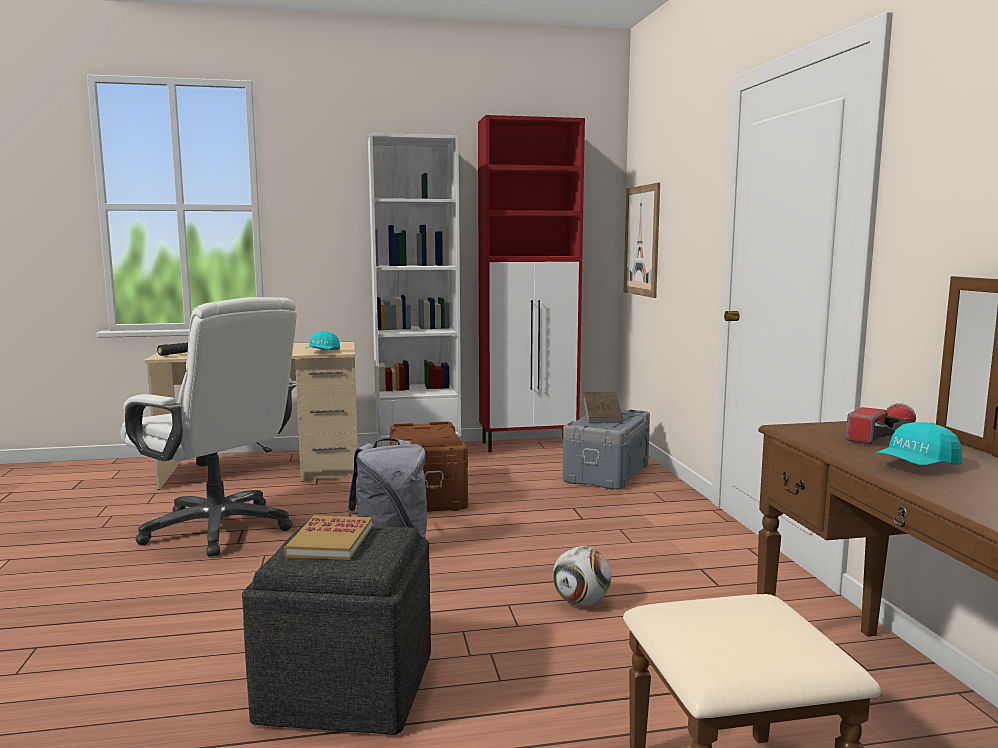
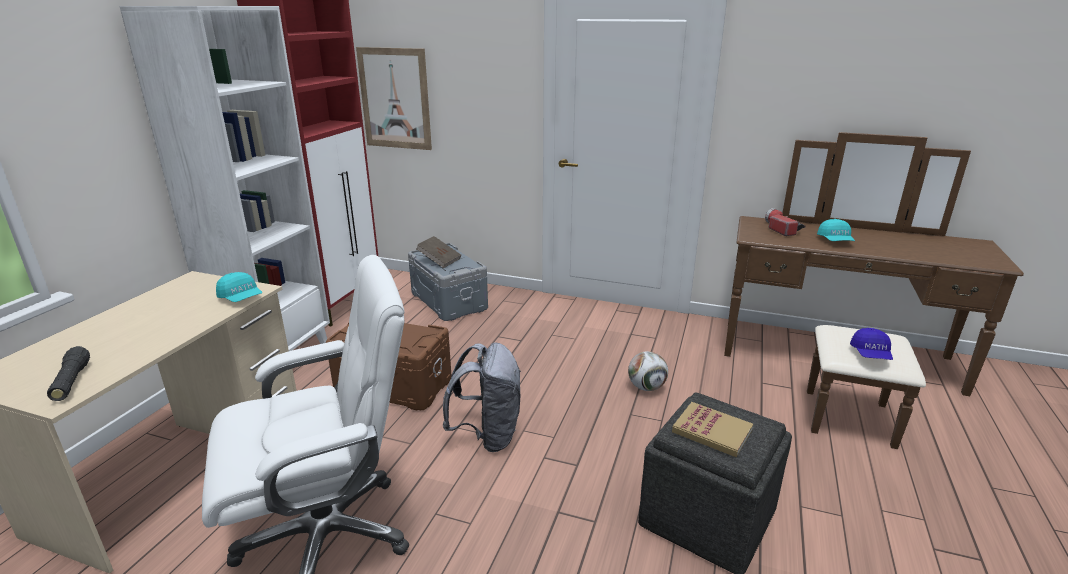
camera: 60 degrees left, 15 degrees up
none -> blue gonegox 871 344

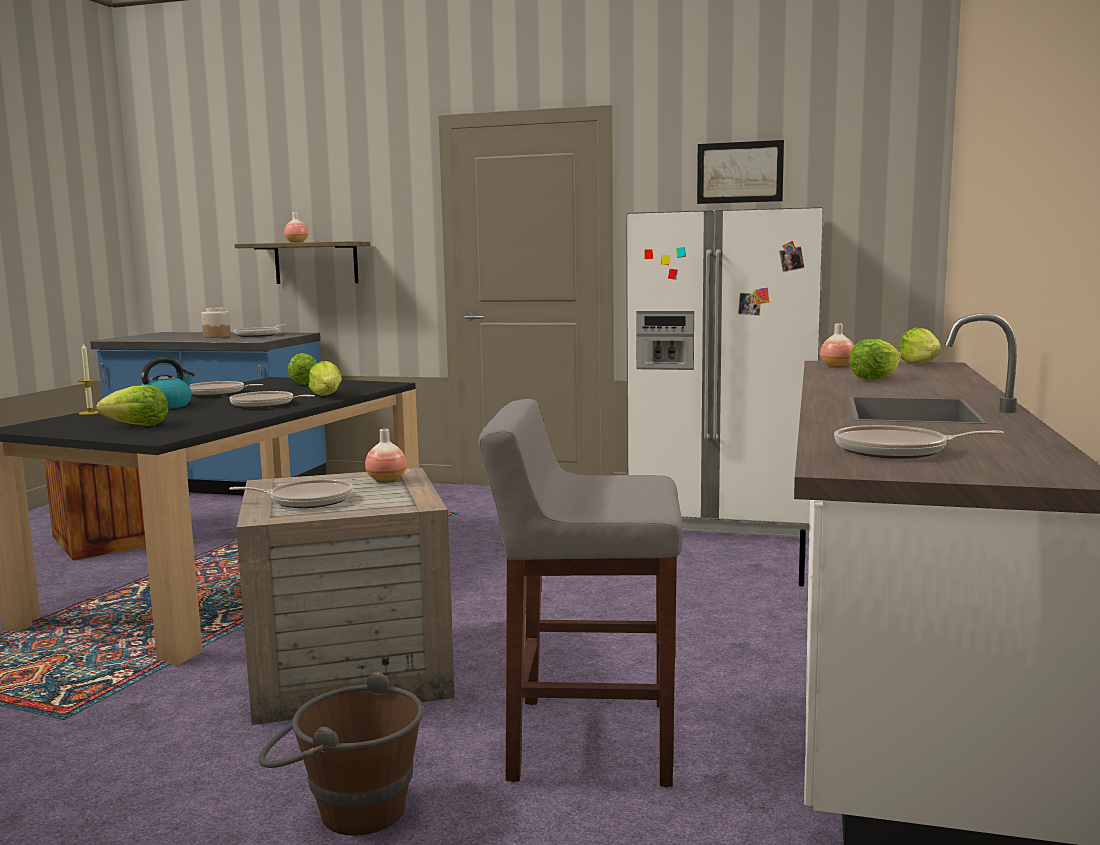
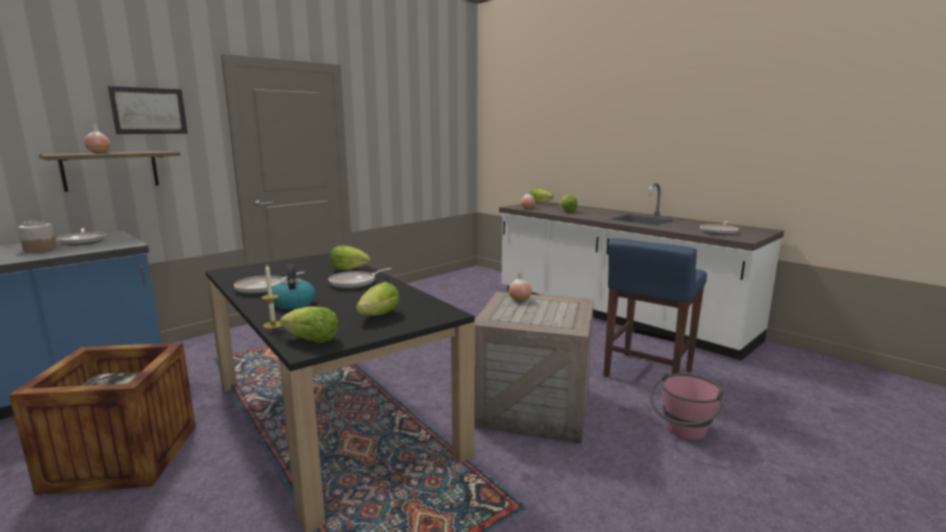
camera: 60 degrees left, 5 degrees up
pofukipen 291 493 -> none
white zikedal 725 372 -> none
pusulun 302 369 -> pusulun 309 324, shifted
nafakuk 740 172 -> nafakuk 148 110, shifted
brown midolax 341 754 -> pink midolax 687 405
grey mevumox 580 593 -> blue mevumox 655 307

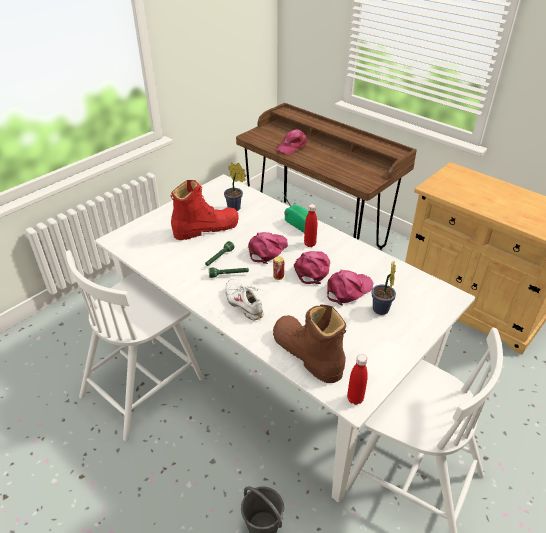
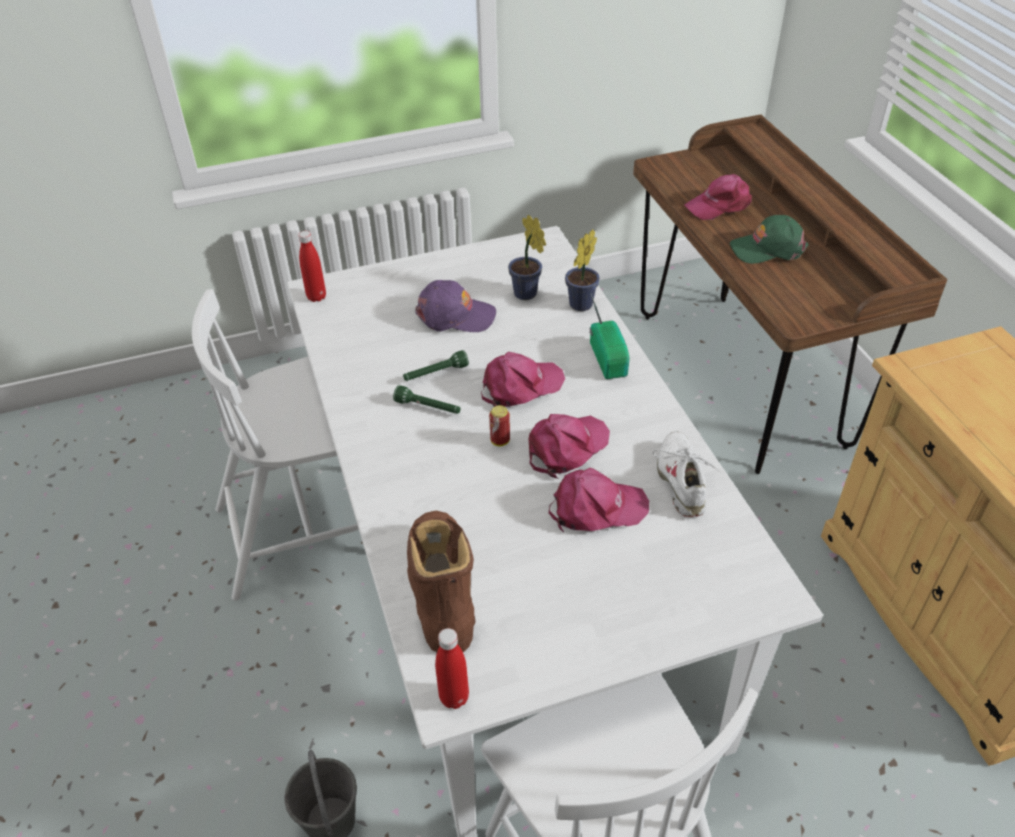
camera: 30 degrees right, 5 degrees up
none -> green gonegox 769 239
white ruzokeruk 245 299 -> white ruzokeruk 689 474, shifted
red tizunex 310 225 -> red tizunex 312 266, shifted
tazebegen 384 288 -> tazebegen 582 270, shifted
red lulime 205 210 -> purple gonegox 455 306

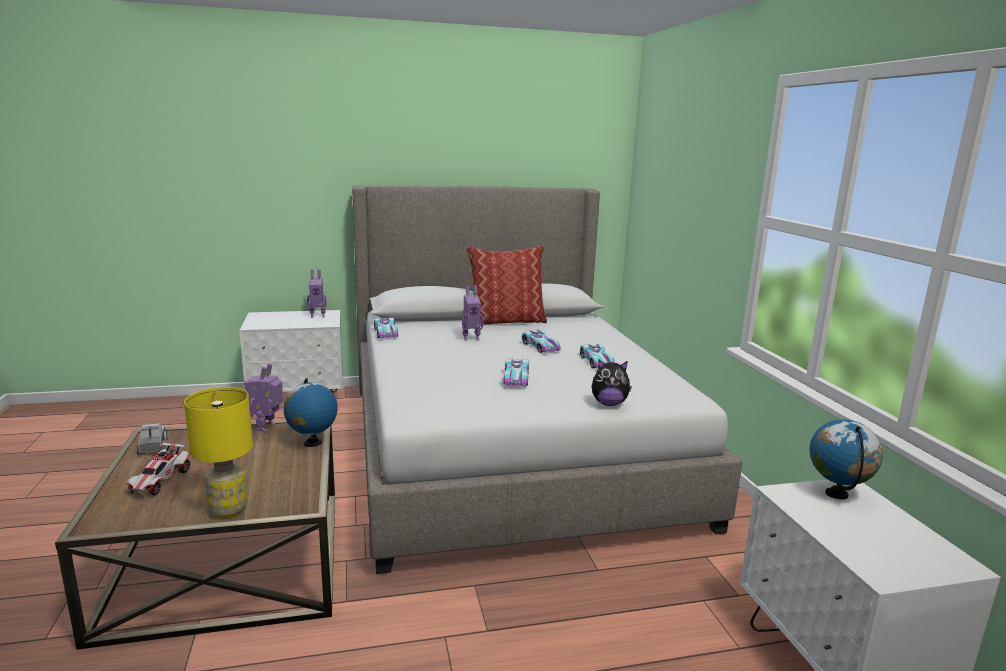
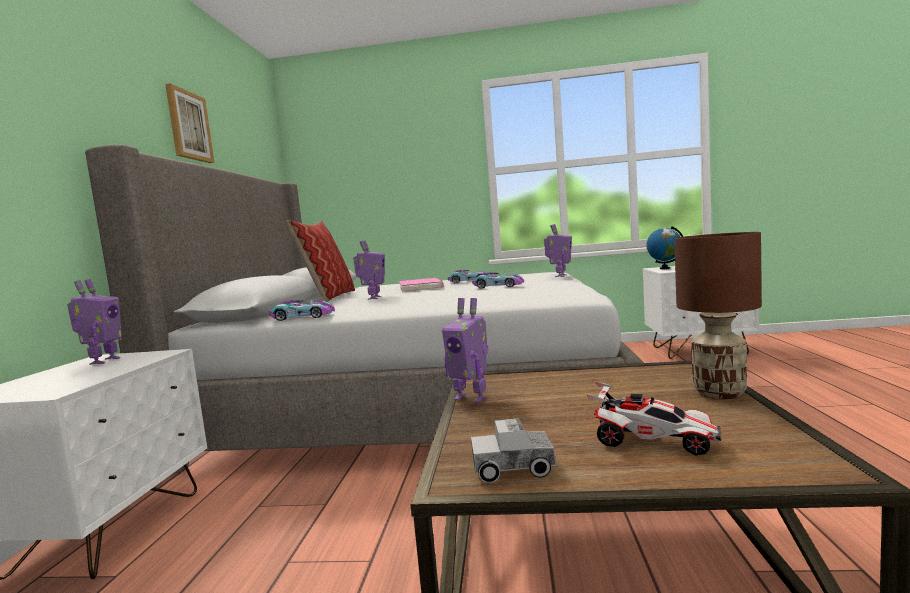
camera: 70 degrees left, 10 degrees down
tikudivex 311 412 -> none
none -> nafakuk 189 123
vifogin 541 341 -> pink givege 421 285
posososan 612 383 -> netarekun 558 250
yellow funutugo 218 452 -> brown funutugo 718 315

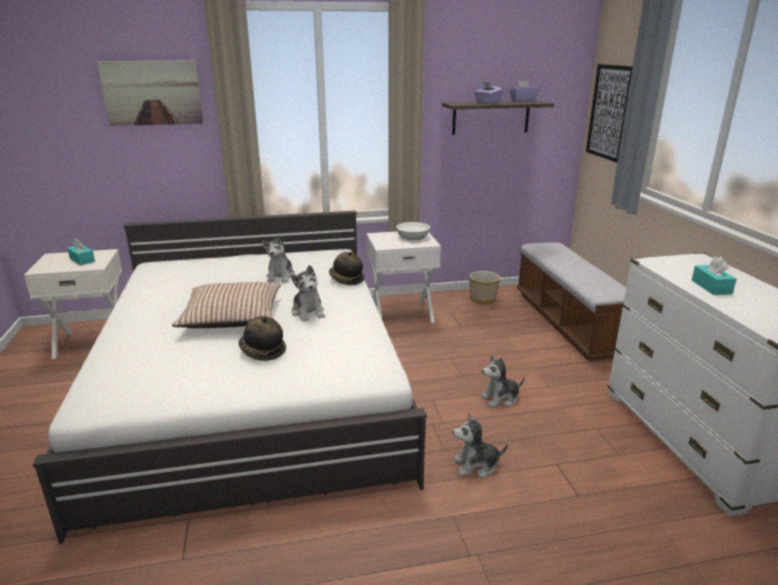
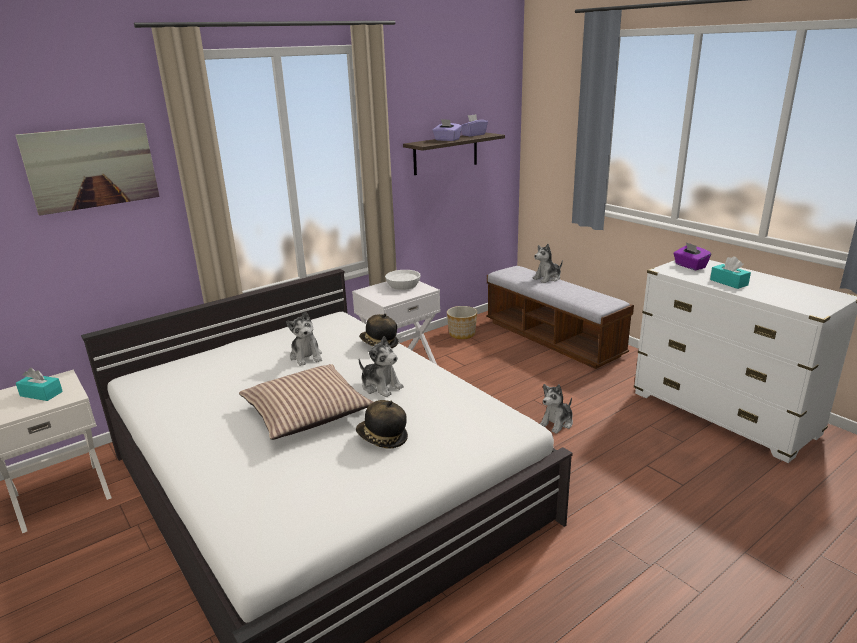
camera: 25 degrees left, 0 degrees up
nafakuk 609 113 -> none
none -> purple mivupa 692 256
posososan 480 445 -> posososan 548 263, shifted

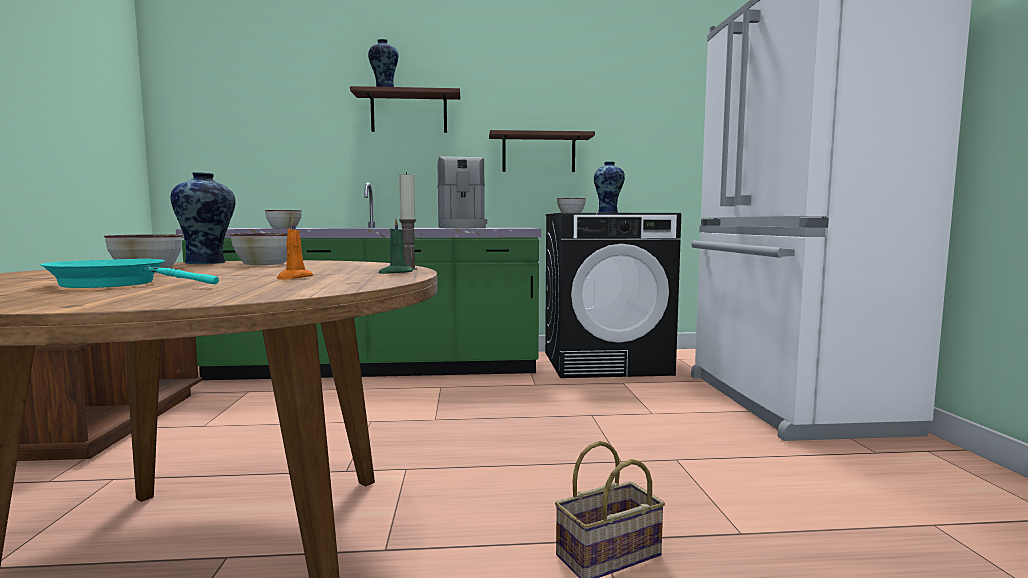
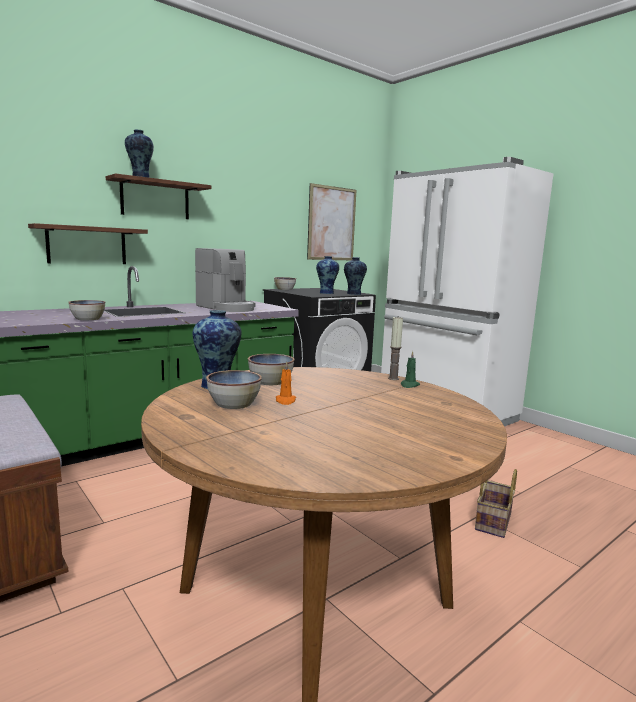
camera: 35 degrees left, 5 degrees up
turquoise pofukipen 130 273 -> none
none -> nafakuk 331 221
none -> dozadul 355 276
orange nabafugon 294 248 -> orange nabafugon 286 383, shifted
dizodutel 542 151 -> dizodutel 88 243, shifted

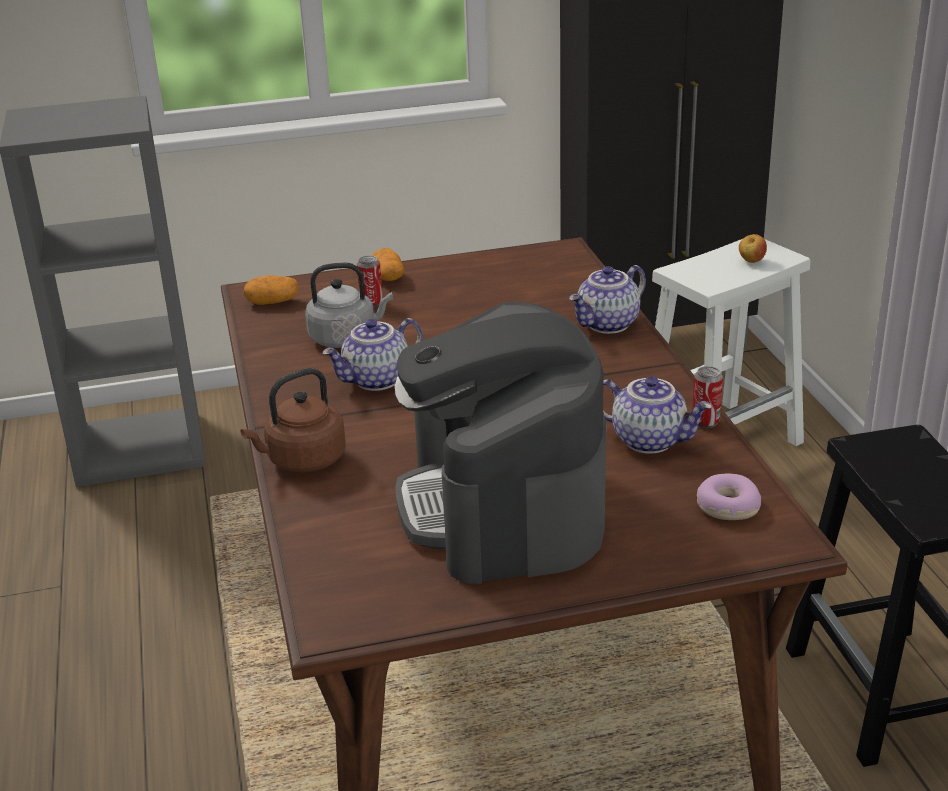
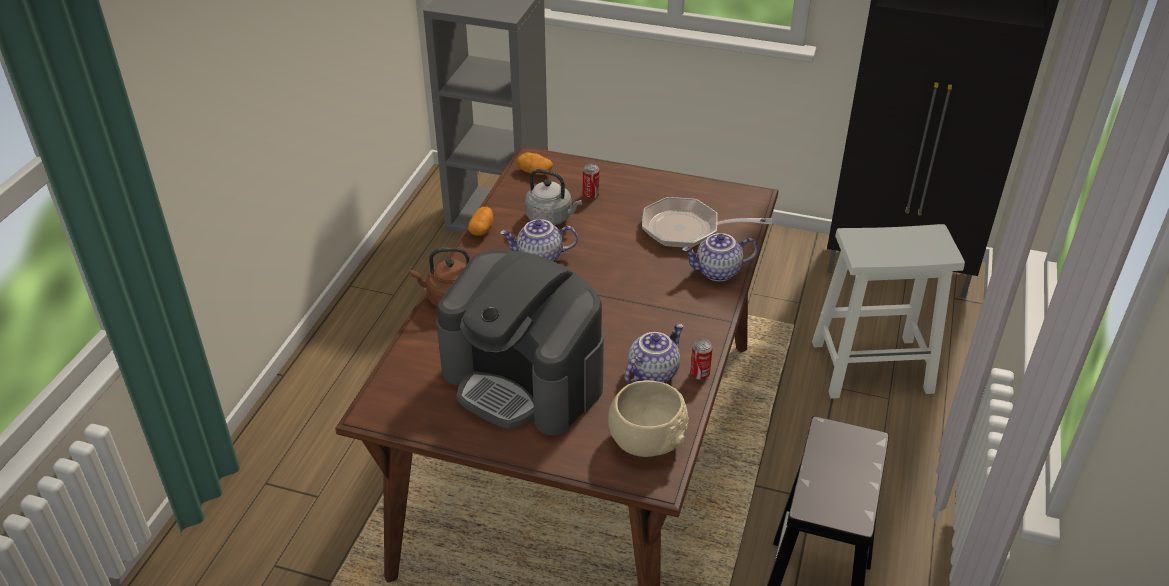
camera: 30 degrees right, 10 degrees up
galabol 753 248 -> none
none -> pofukipen 707 222
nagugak 388 264 -> nagugak 480 221, shifted
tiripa 729 497 -> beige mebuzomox 648 418
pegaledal 500 443 -> pegaledal 520 342, 75 degrees counterclockwise
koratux 657 415 -> koratux 654 354, 105 degrees counterclockwise

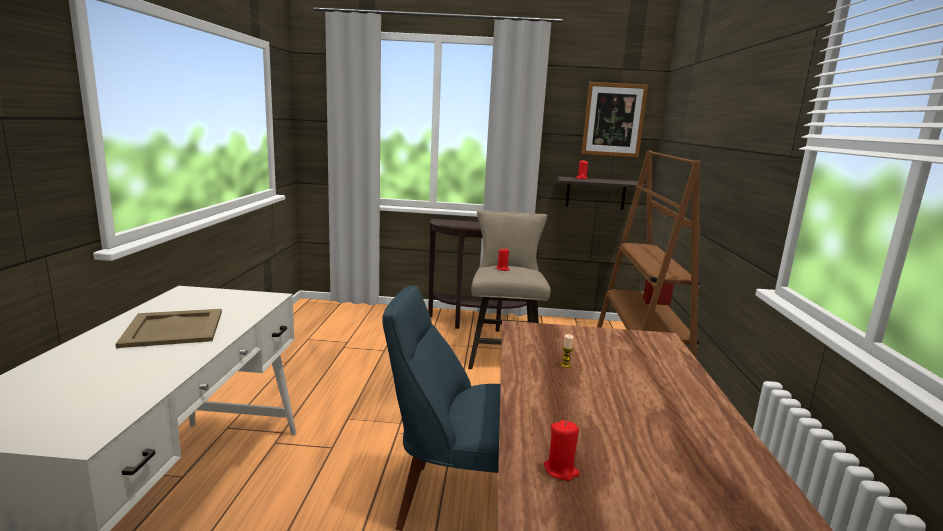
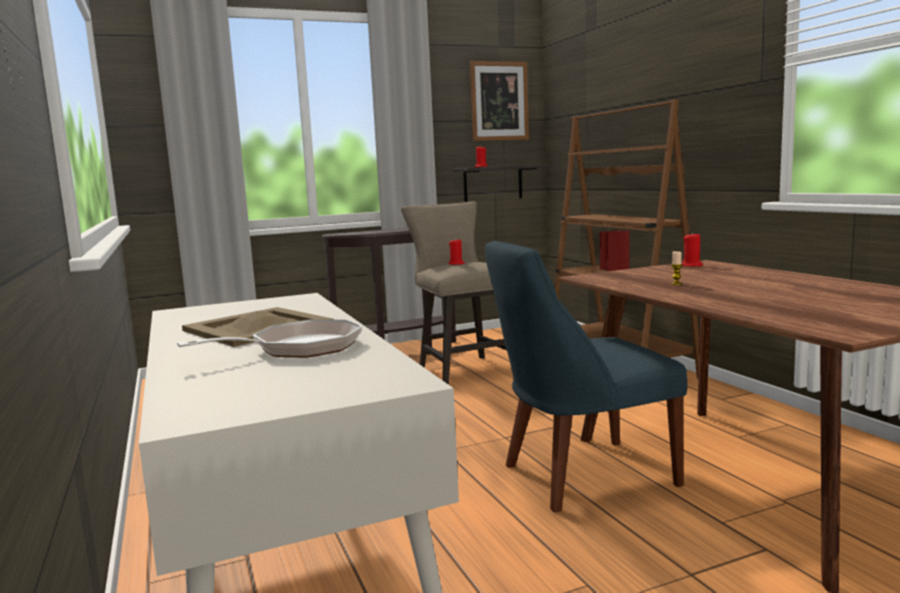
camera: 25 degrees left, 5 degrees down
none -> pofukipen 269 338
red nabafugon 561 450 -> red nabafugon 692 249, shifted

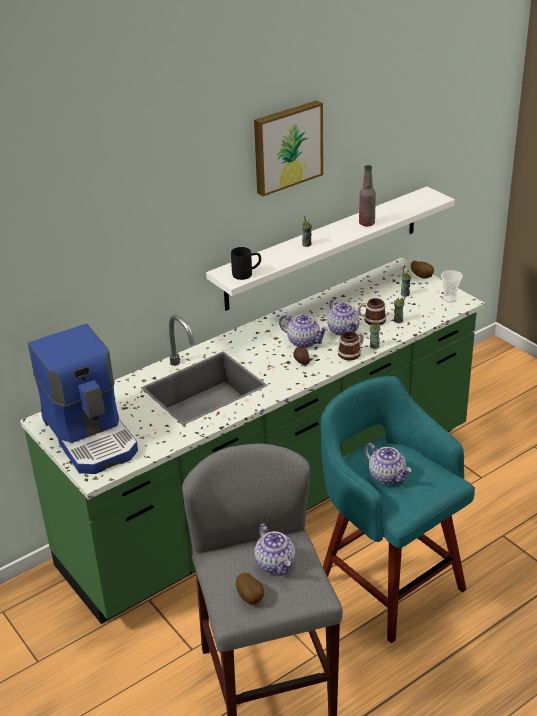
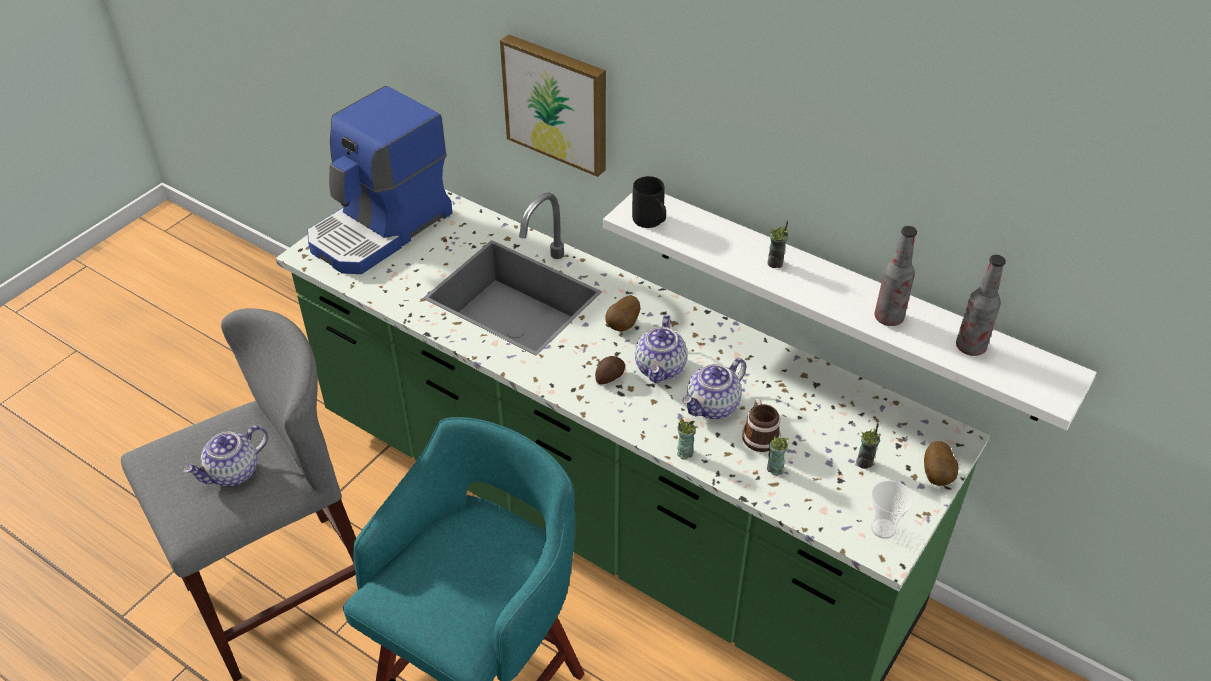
camera: 70 degrees right, 10 degrees up
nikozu 350 345 -> none
koratux 387 464 -> none
none -> tizunex 981 305
nagugak 250 589 -> nagugak 623 313, shifted
nafakuk 288 148 -> nafakuk 553 105, shifted

